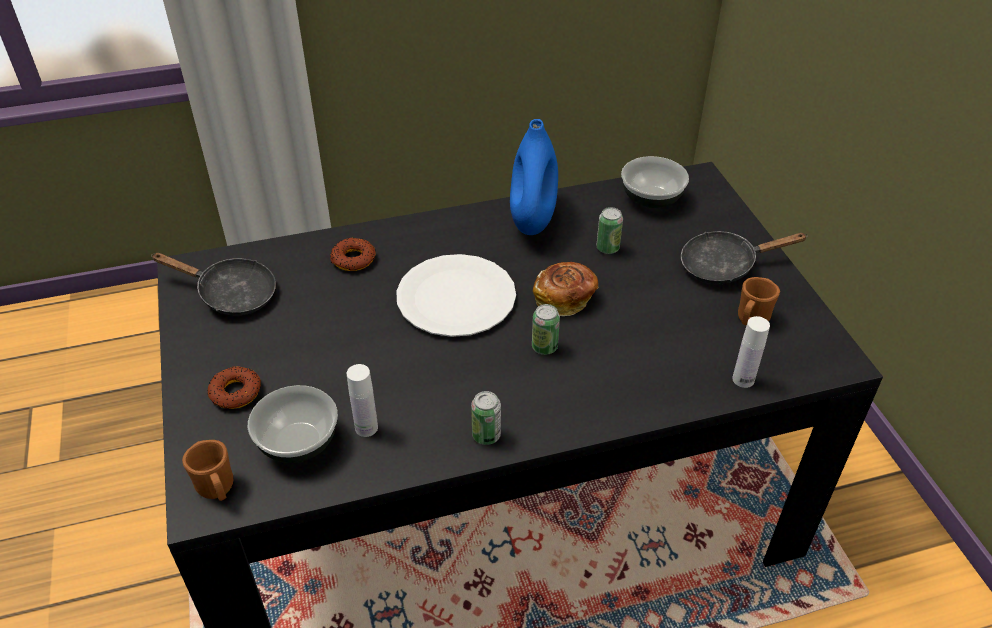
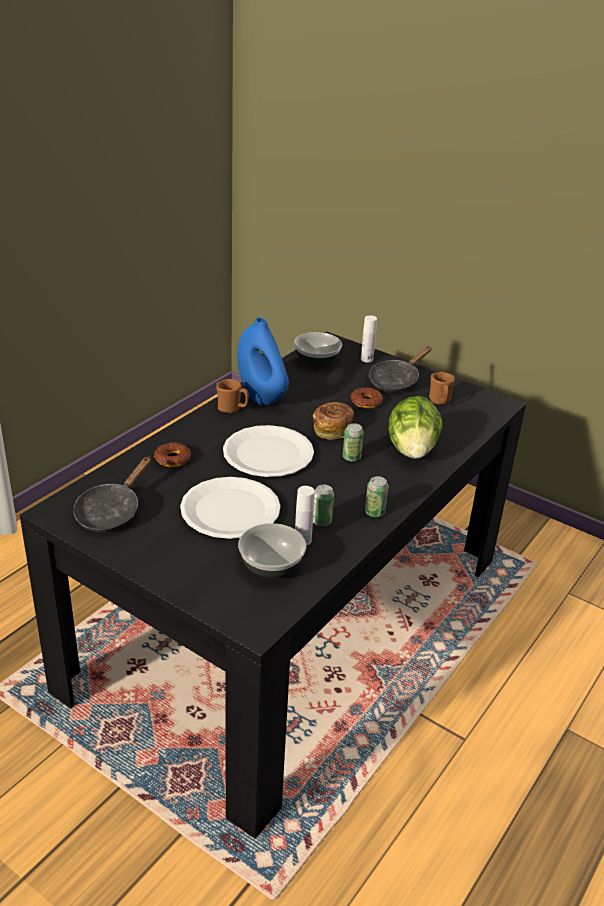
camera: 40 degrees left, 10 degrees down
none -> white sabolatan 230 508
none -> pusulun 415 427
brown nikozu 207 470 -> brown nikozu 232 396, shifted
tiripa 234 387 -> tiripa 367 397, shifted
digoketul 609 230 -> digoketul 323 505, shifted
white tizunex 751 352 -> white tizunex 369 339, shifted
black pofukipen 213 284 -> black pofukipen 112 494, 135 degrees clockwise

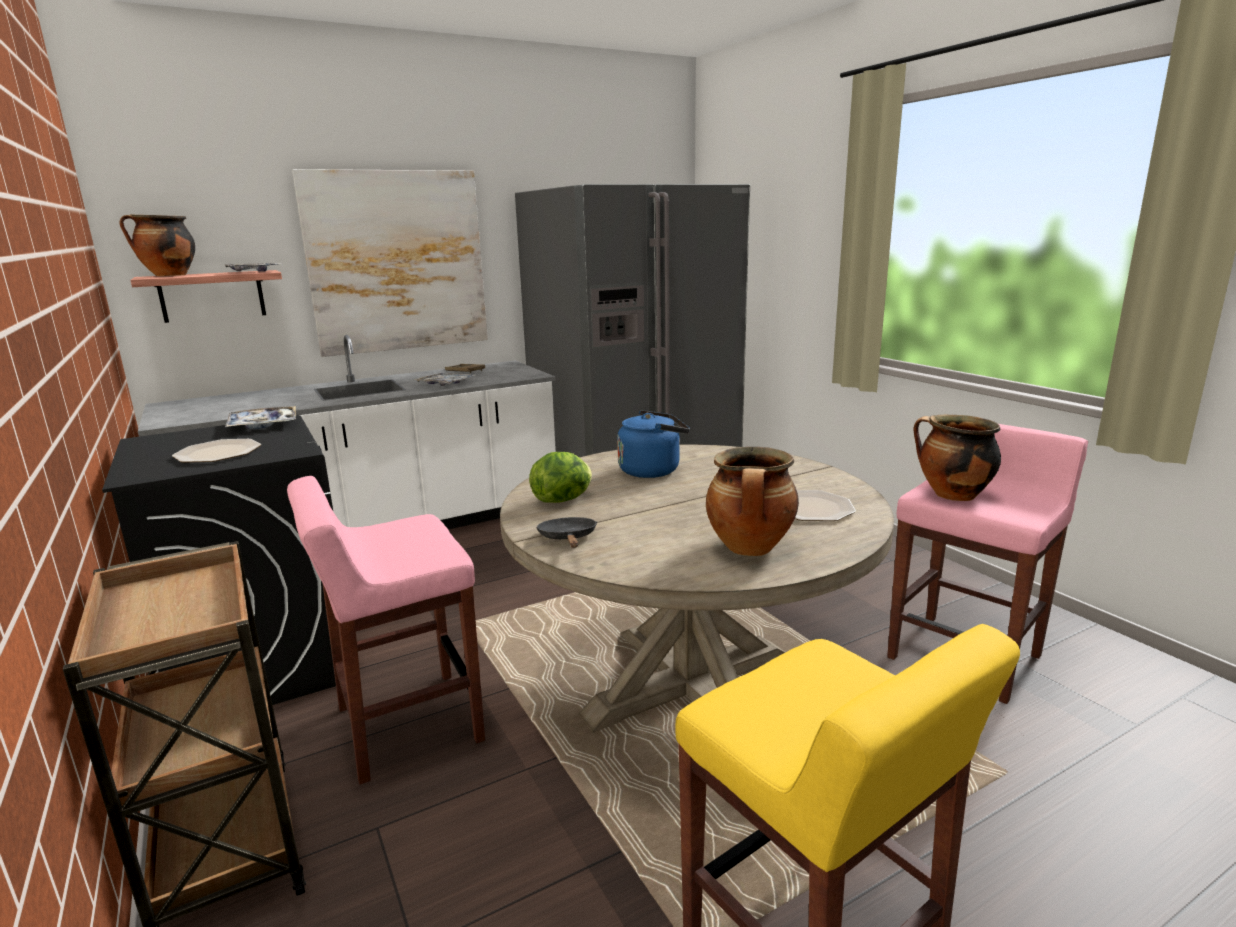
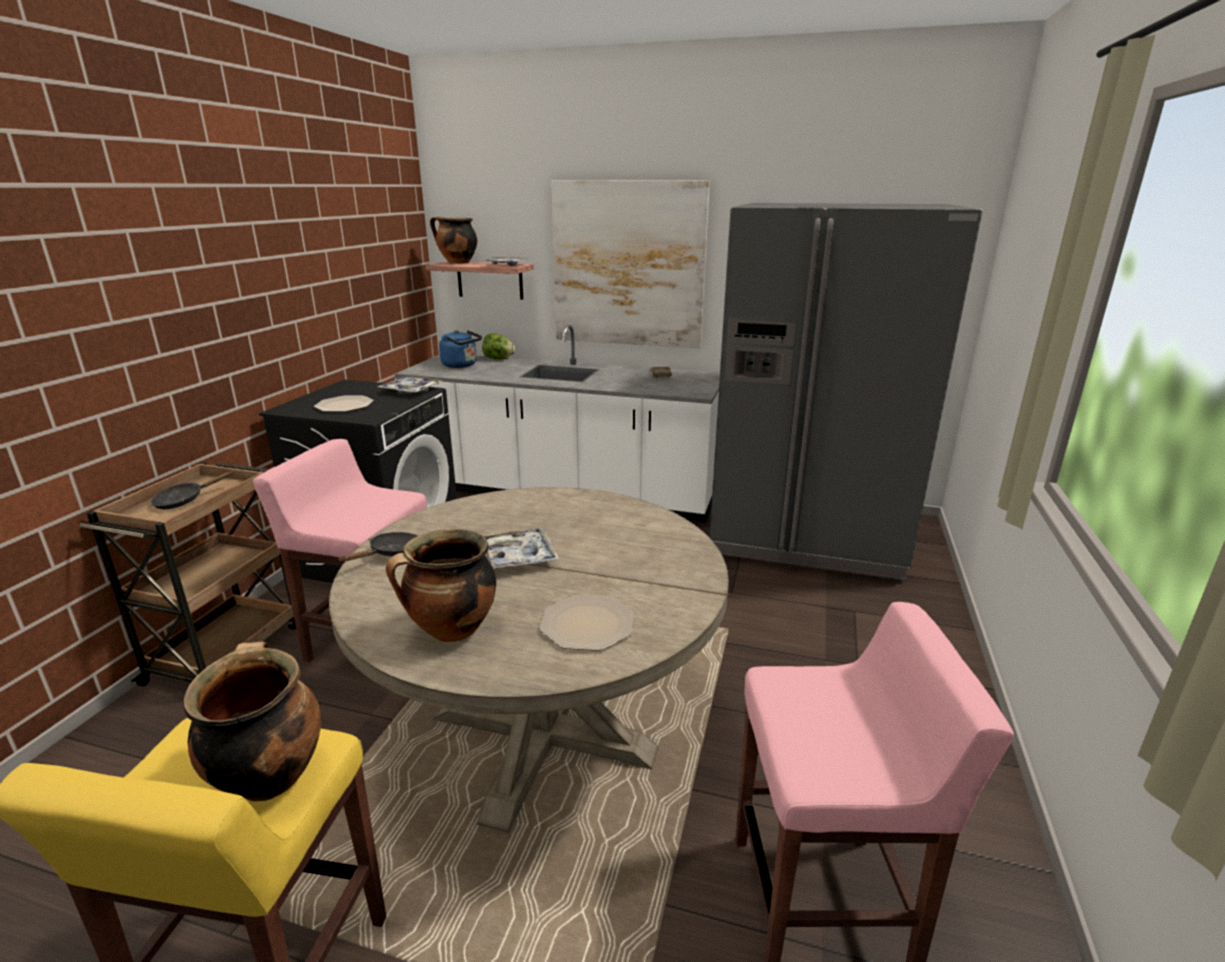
camera: 45 degrees right, 5 degrees up
none -> black pofukipen 192 490
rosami 445 379 -> rosami 521 548, shifted
pusulun 560 477 -> pusulun 498 346, shifted
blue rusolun 653 444 -> blue rusolun 460 349, shifted
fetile 957 458 -> fetile 252 721, shifted

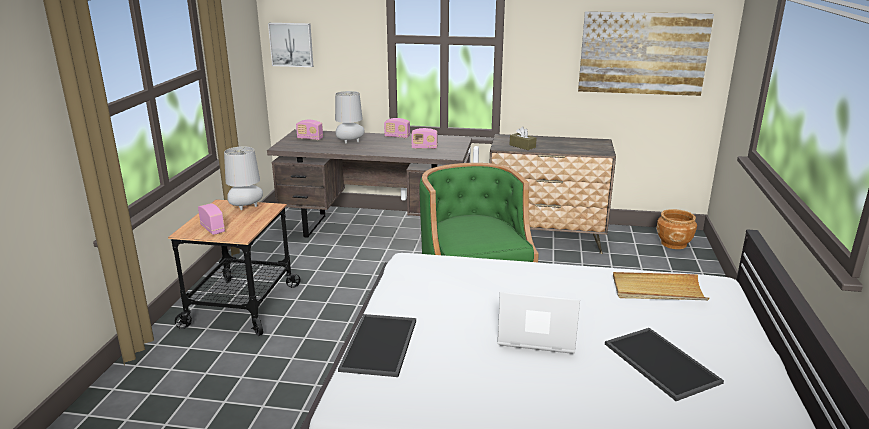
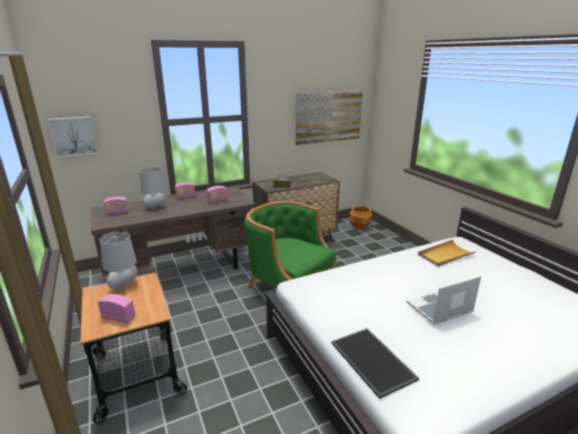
camera: 35 degrees left, 0 degrees up
rosami 664 364 -> none

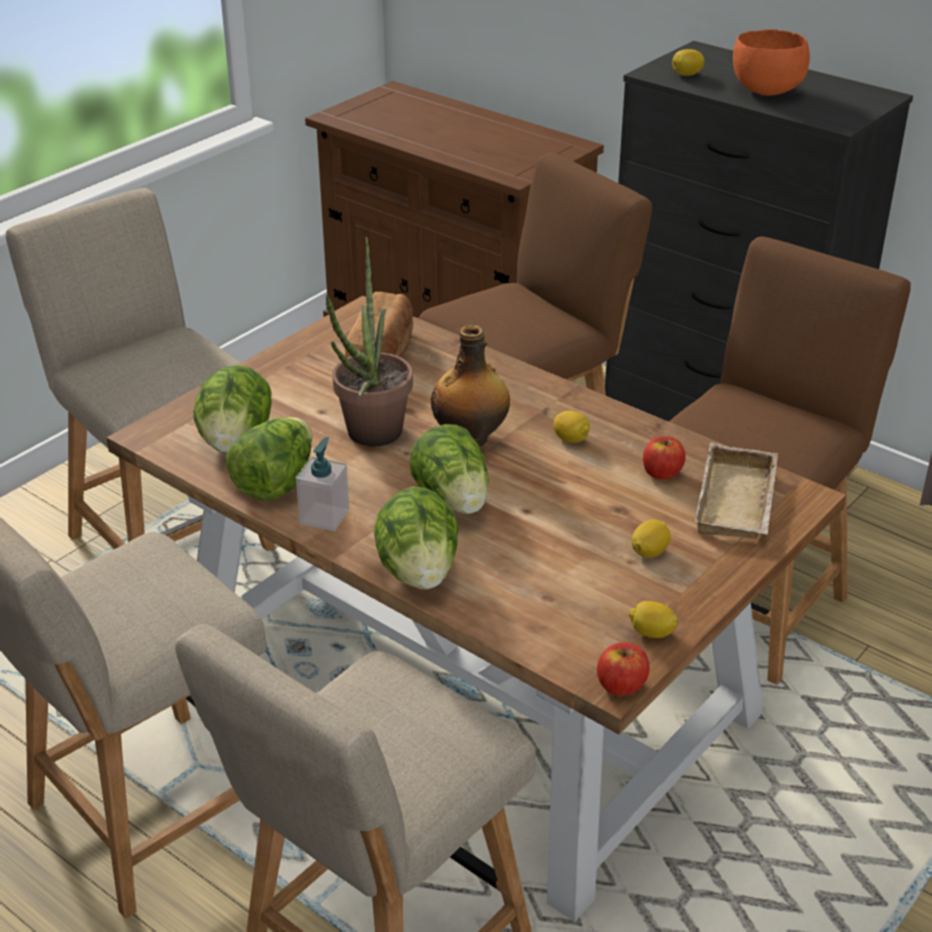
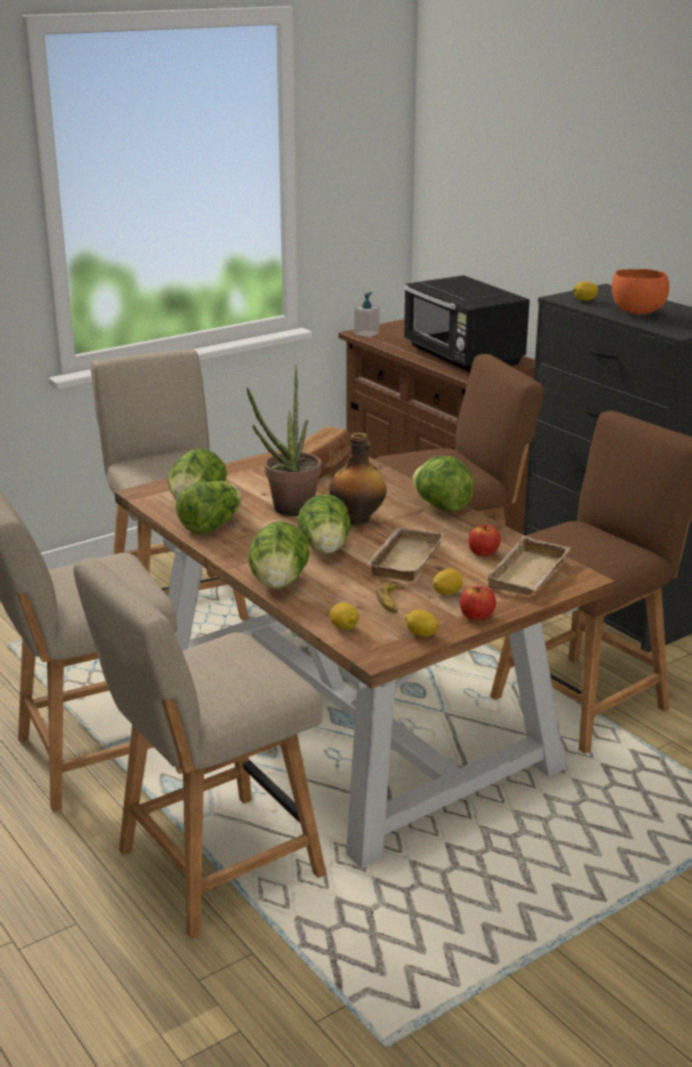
camera: 15 degrees right, 10 degrees down
none -> beige rosami 405 554
none -> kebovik 390 597
none -> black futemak 466 323
none -> pusulun 443 484
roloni 322 484 -> roloni 367 314, shifted
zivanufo 572 427 -> zivanufo 344 616, shifted
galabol 623 669 -> galabol 478 603, shifted

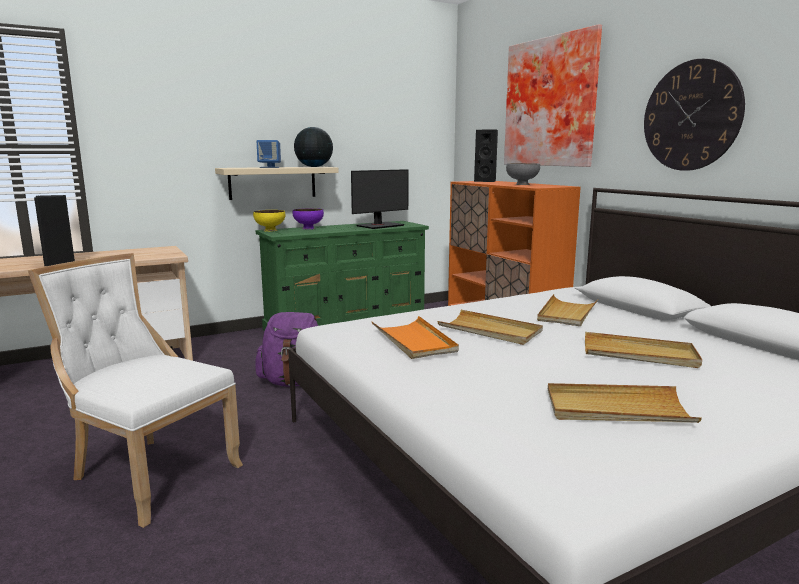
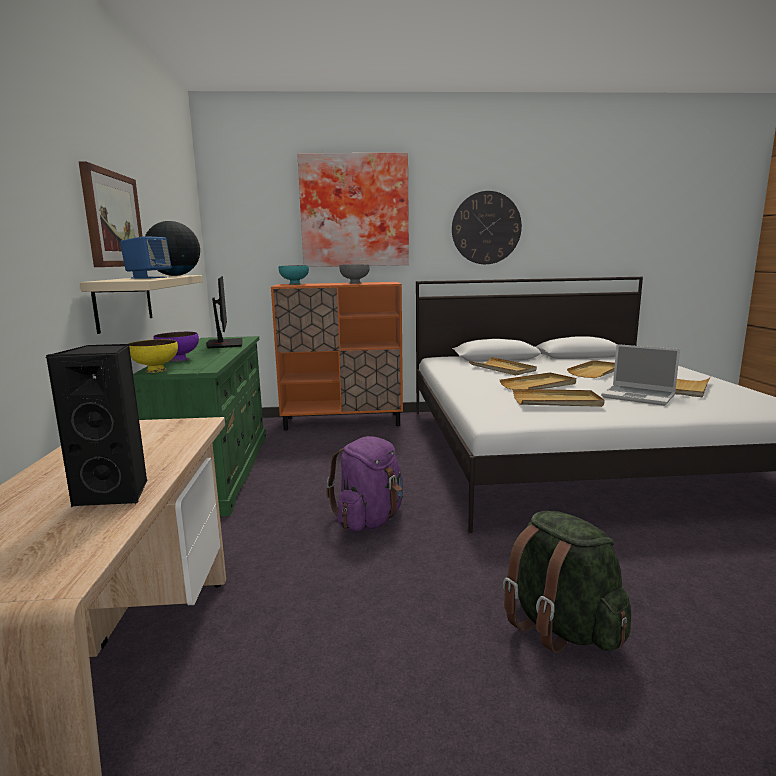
camera: 65 degrees left, 0 degrees up
none -> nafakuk 110 214
none -> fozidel 640 375
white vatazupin 135 390 -> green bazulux 567 582
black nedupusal 486 155 -> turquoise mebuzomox 294 275
orange rosami 415 337 -> beige rosami 559 398

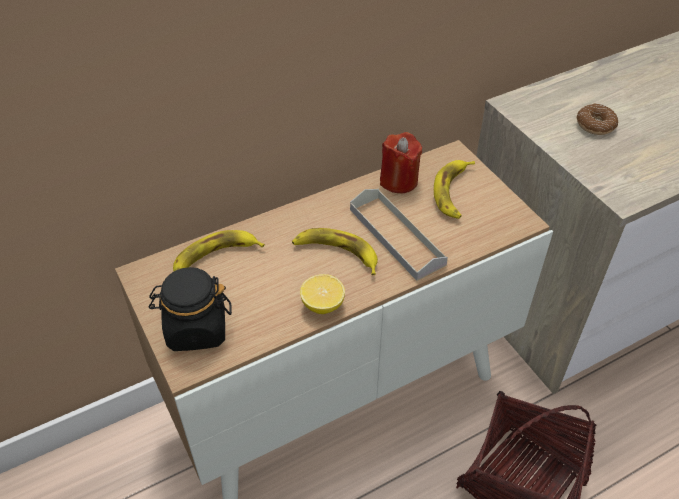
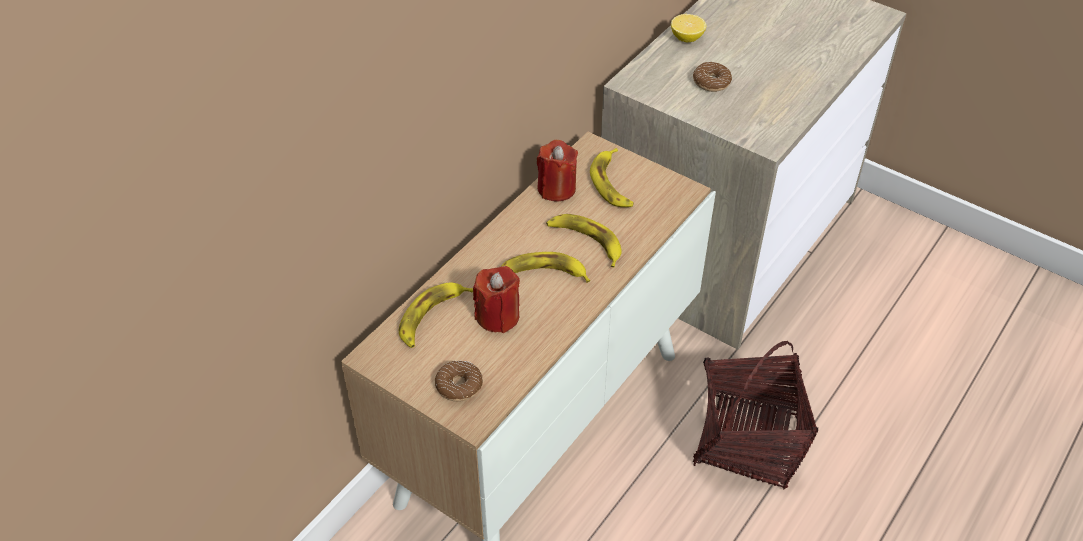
camera: 25 degrees left, 0 degrees up
none -> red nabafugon 496 299
zivanufo 322 294 -> zivanufo 688 28, shifted
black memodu 190 309 -> tiripa 459 381
grey rosami 399 235 -> kebovik 584 241

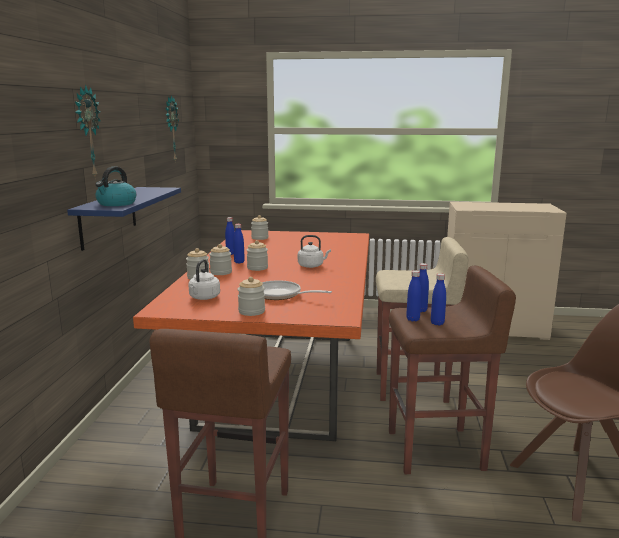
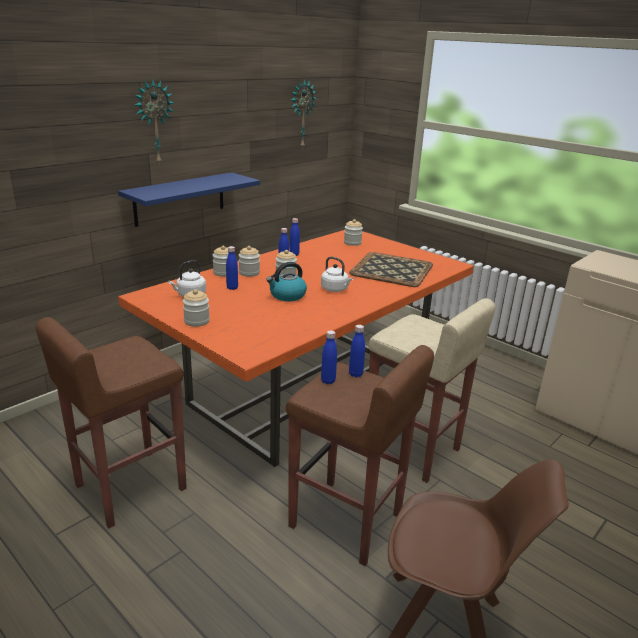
camera: 35 degrees right, 10 degrees up
pofukipen 297 290 -> none
none -> rosami 391 269
rusolun 115 186 -> rusolun 286 281, shifted
blue tizunex 438 299 -> blue tizunex 232 268, shifted

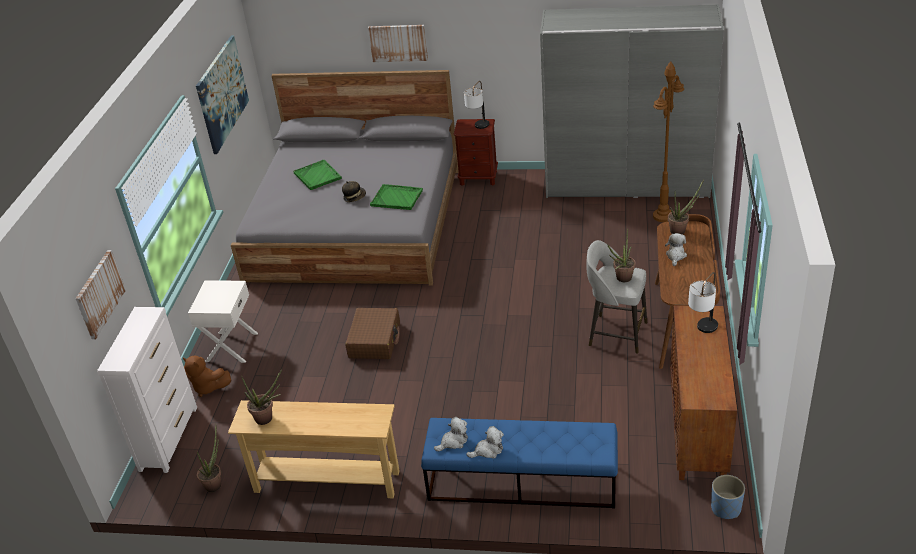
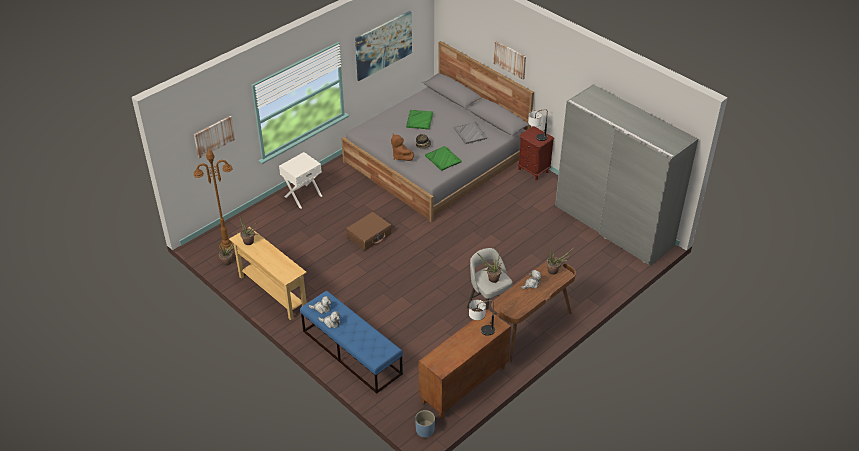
camera: 35 degrees right, 5 degrees up
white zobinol 147 390 -> none
none -> grey rosami 470 133
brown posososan 207 376 -> brown posososan 402 147, shifted
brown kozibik 668 141 -> brown kozibik 214 200, shifted

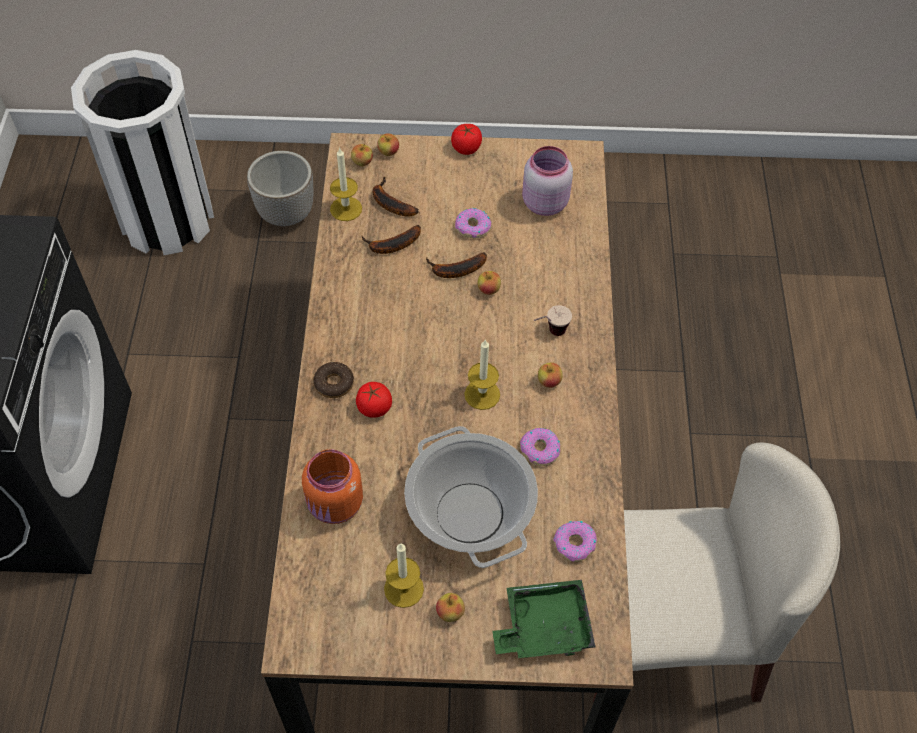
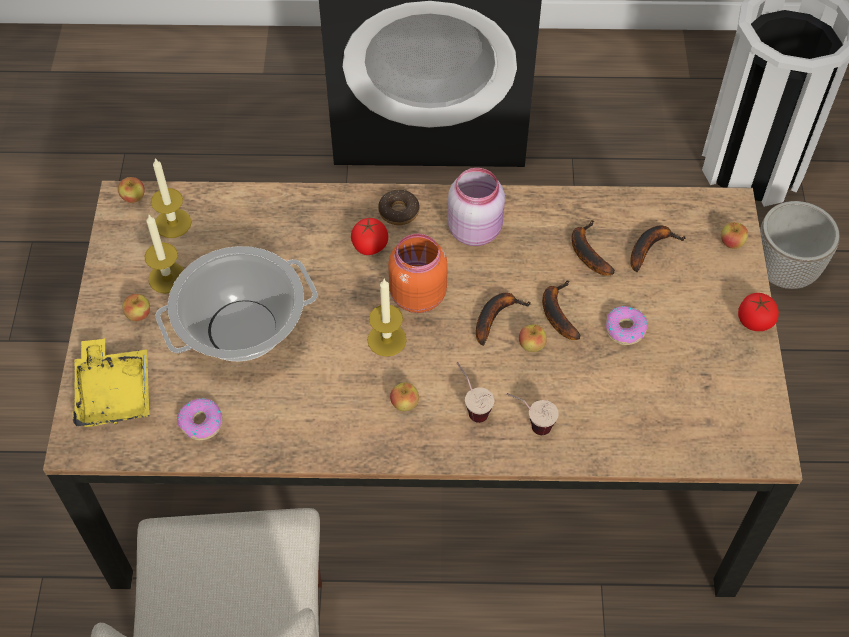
camera: 90 degrees right, 0 degrees up
tiripa 540 447 -> none
none -> kebovik 503 319
none -> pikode 532 414
orange memodu 332 486 -> orange memodu 418 273, shifted
nabafugon 346 184 -> nabafugon 171 198, shifted
galabol 362 155 -> galabol 131 190, shifted
pink memodu 547 181 -> pink memodu 476 207, shifted
green rosami 544 619 -> yellow rosami 111 382

